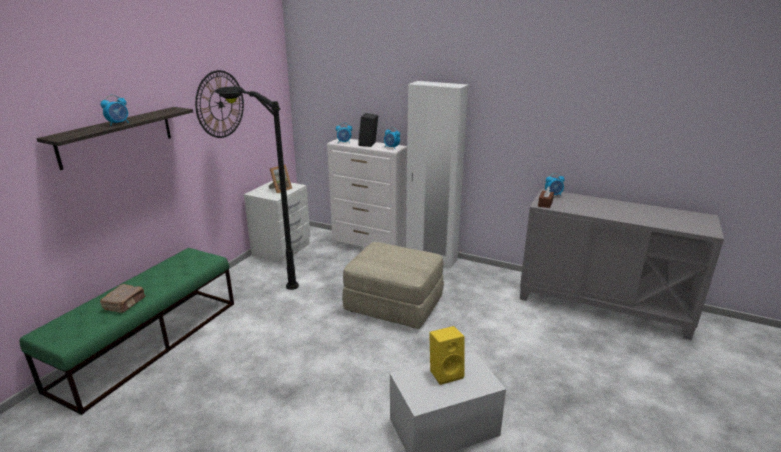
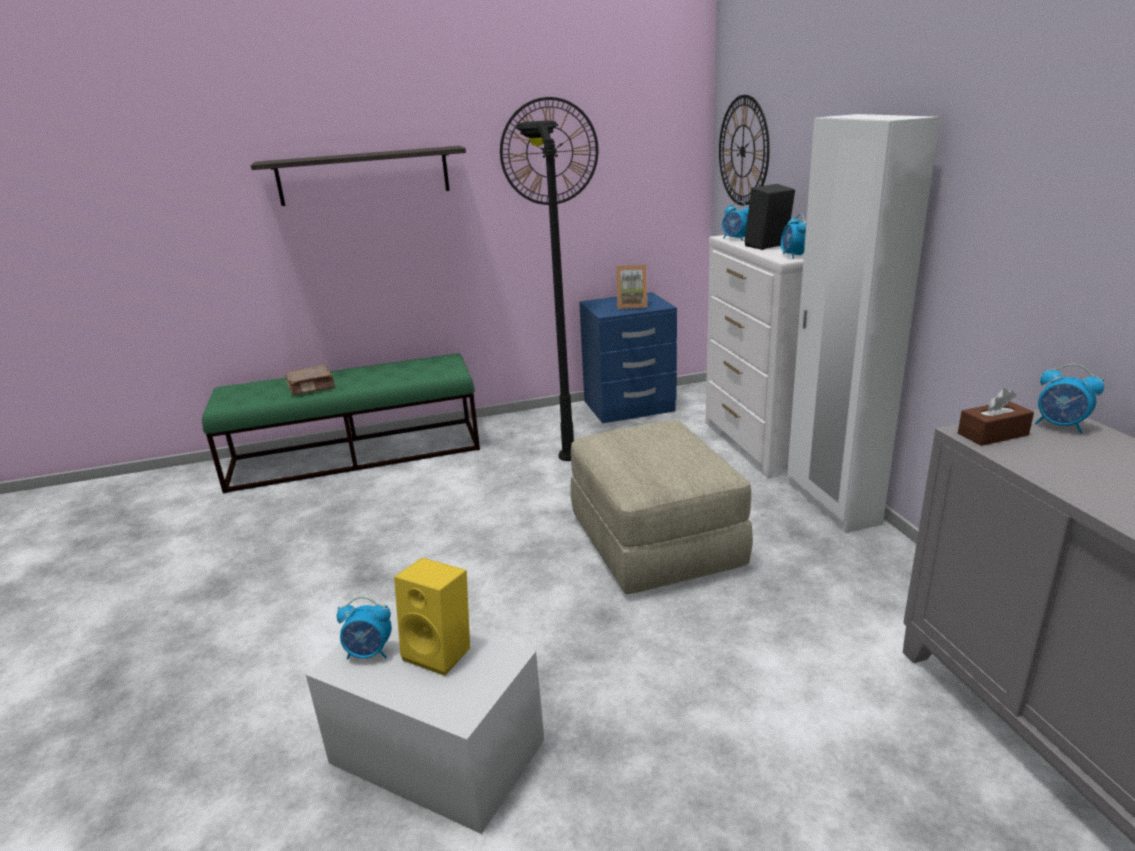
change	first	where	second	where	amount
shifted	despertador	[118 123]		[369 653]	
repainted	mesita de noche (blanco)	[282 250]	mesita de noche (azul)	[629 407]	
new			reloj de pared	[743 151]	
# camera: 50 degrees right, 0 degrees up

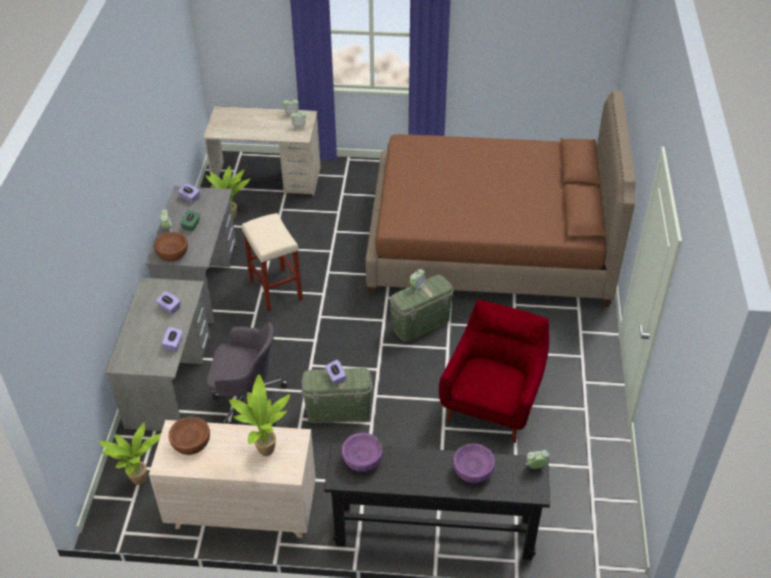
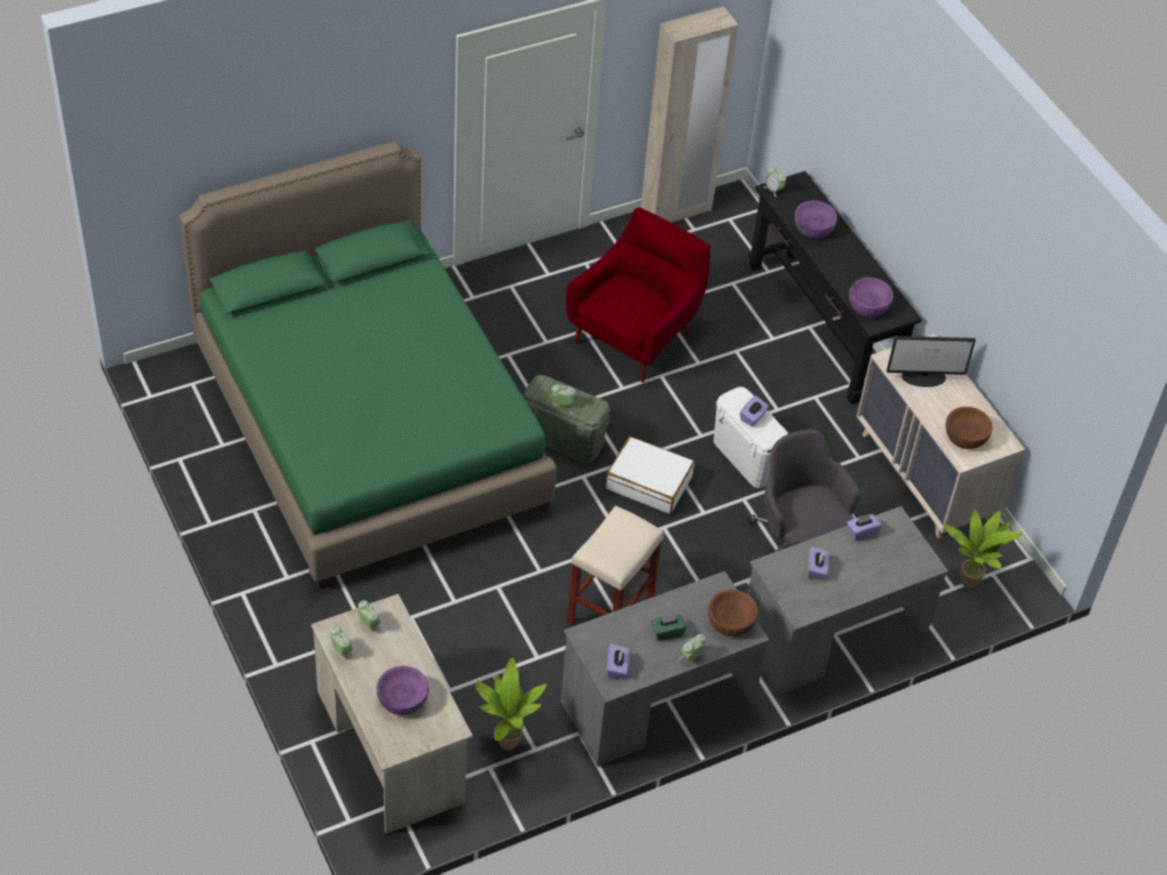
change	first	where	second	where	amount
repainted	cama (marrón)	[489 243]	cama (verde)	[369 427]	
rotated	sillón (rojo)	[492 403]		[635 336]	135 degrees clockwise
repainted	caja de almacenaje (verde)	[338 411]	caja de almacenaje (blanco)	[746 457]	
swapped	planta en maceta	[263 450]	monitor	[924 377]	
new			armario ropero (beis)	[676 211]	
new			maleta (blanco)	[649 483]	
new			cuenco (morado)	[402 699]	
# camera: 125 degrees left, 5 degrees up

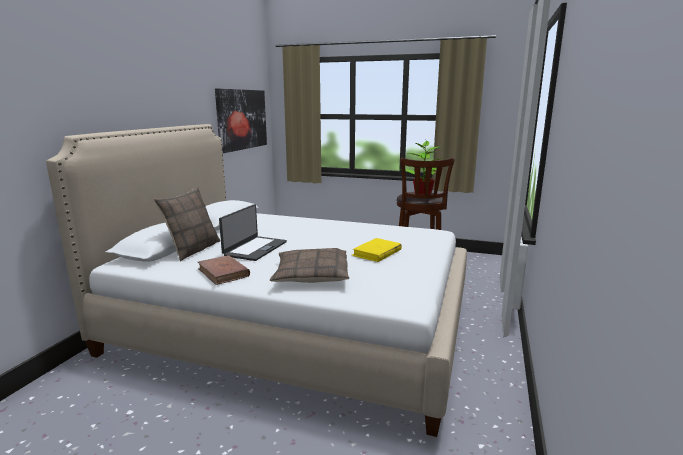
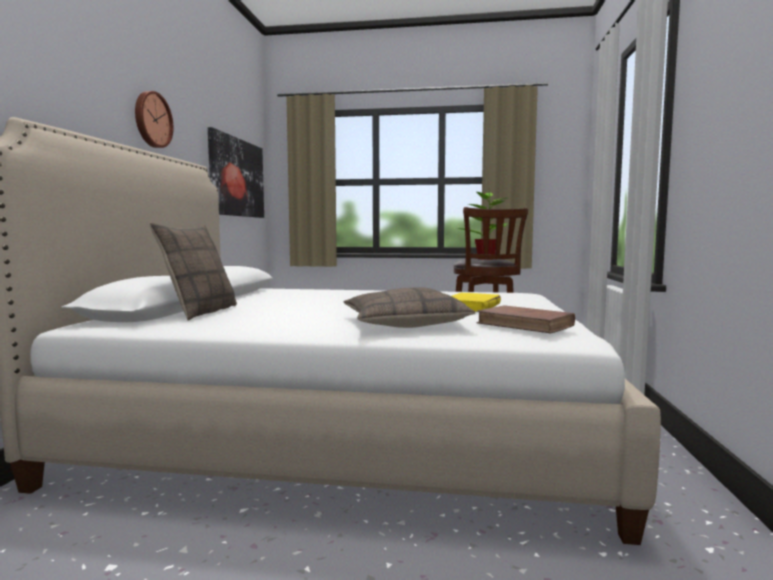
change	first	where	second	where	amount
gone	portátil	[255 248]			
shifted	libro (marrón)	[223 272]		[525 324]	
new			reloj de pared	[152 120]	
# camera: 10 degrees left, 10 degrees down

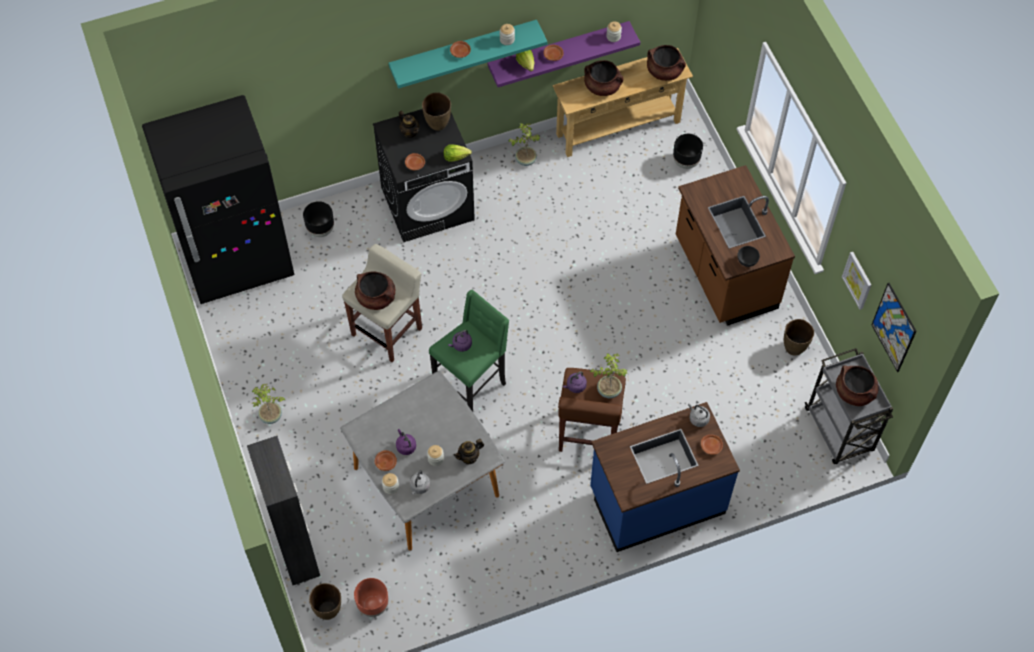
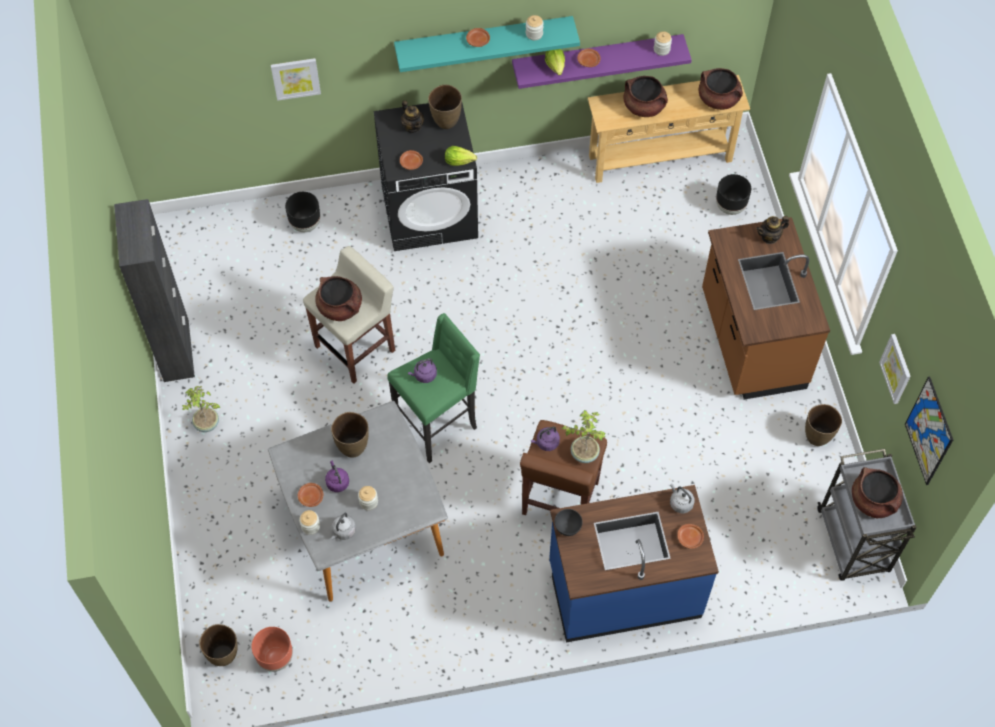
change	first	where	second	where	amount
gone	nevera (negro)	[238 260]			
gone	planta en maceta	[525 160]			
shifted	cuenco (gris)	[747 261]		[567 527]	
shifted	armario (negro)	[297 552]		[176 350]	
shifted	tetera	[469 457]		[770 237]	
new			cuadro	[295 78]	
new			florero (marrón)	[352 447]	
# camera: 10 degrees right, 0 degrees up

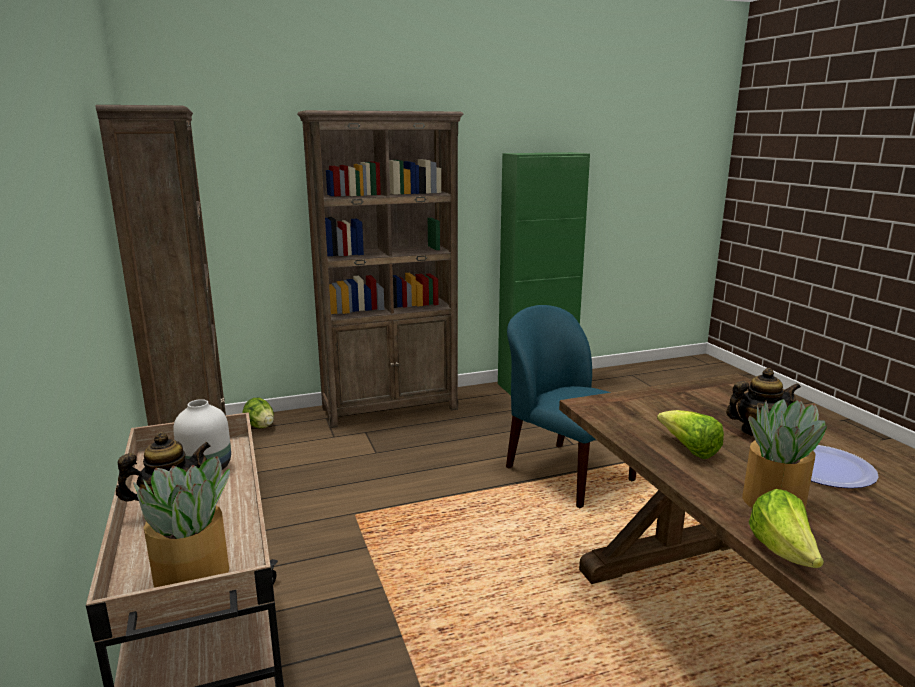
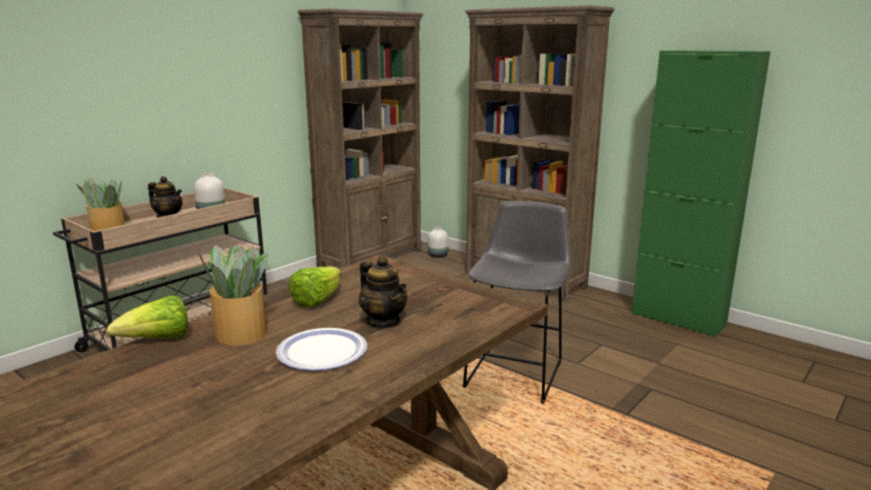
change	first	where	second	where	amount
swapped	silla (azul)	[566 473]	taburete (gris)	[516 371]	
swapped	lechuga	[260 426]	florero (blanco)	[438 255]	
# camera: 60 degrees right, 0 degrees up

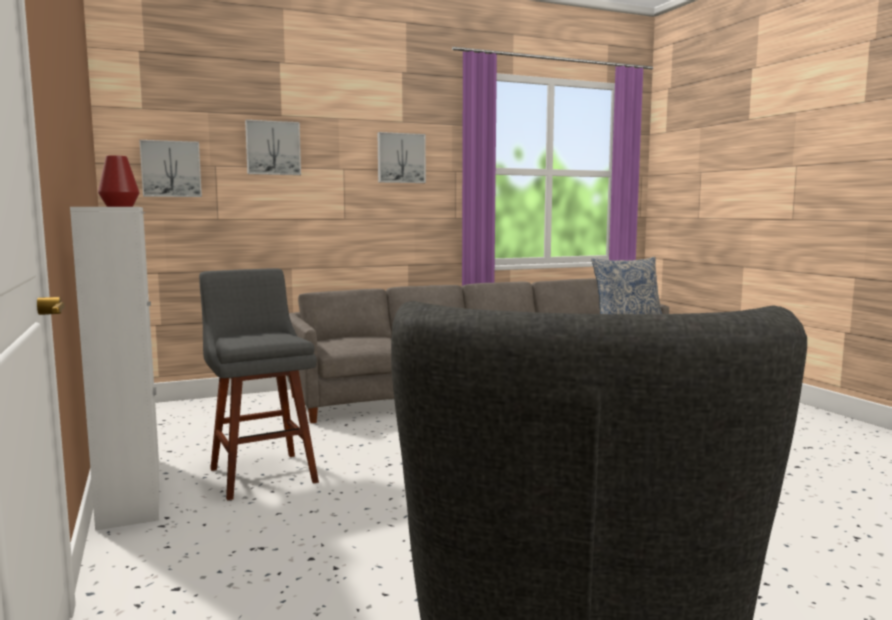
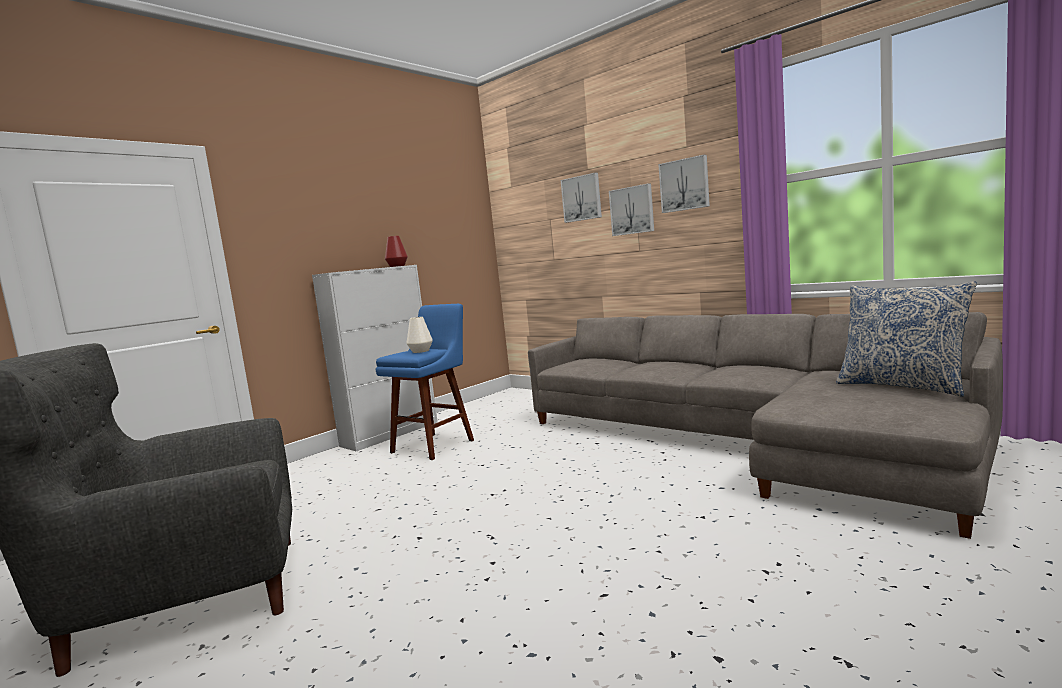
change	first	where	second	where	amount
shifted	cuadro	[171 169]		[632 210]	
repainted	taburete (gris)	[261 473]	taburete (azul)	[436 445]	
new			florero (blanco)	[420 351]	
# camera: 65 degrees right, 0 degrees up

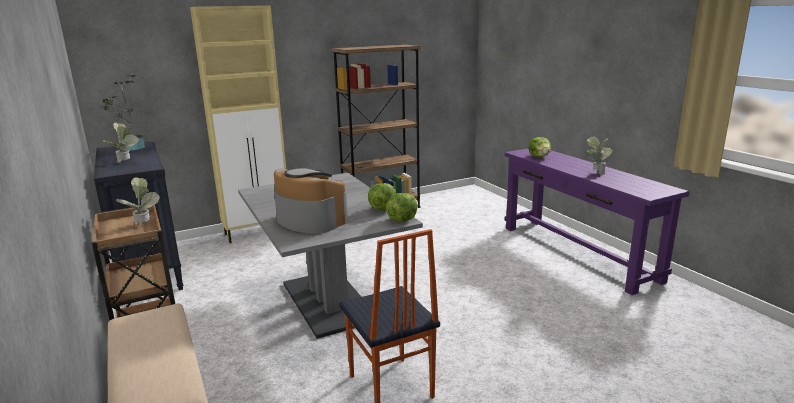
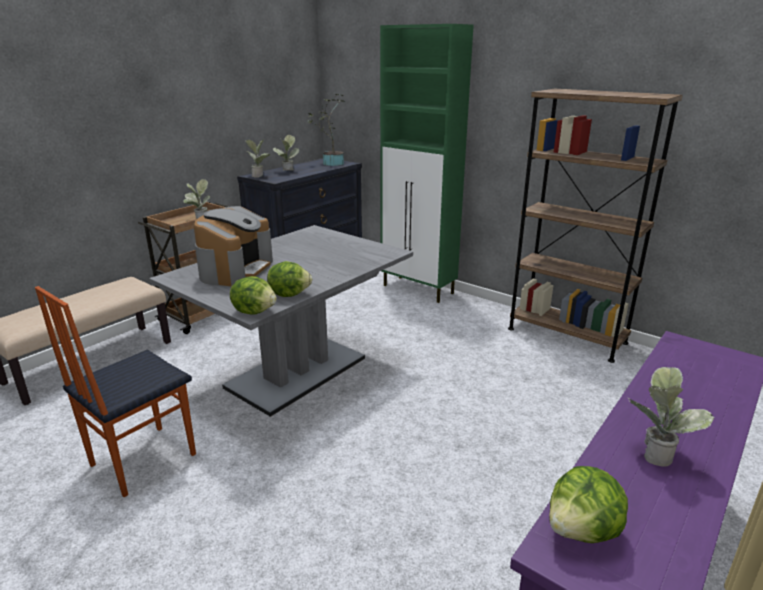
change	first	where	second	where	amount
repainted	armario (beis)	[258 232]	armario (verde)	[419 289]	
shifted	lechuga	[539 157]		[582 530]	
new			planta en maceta	[259 175]	
# camera: 65 degrees right, 5 degrees up

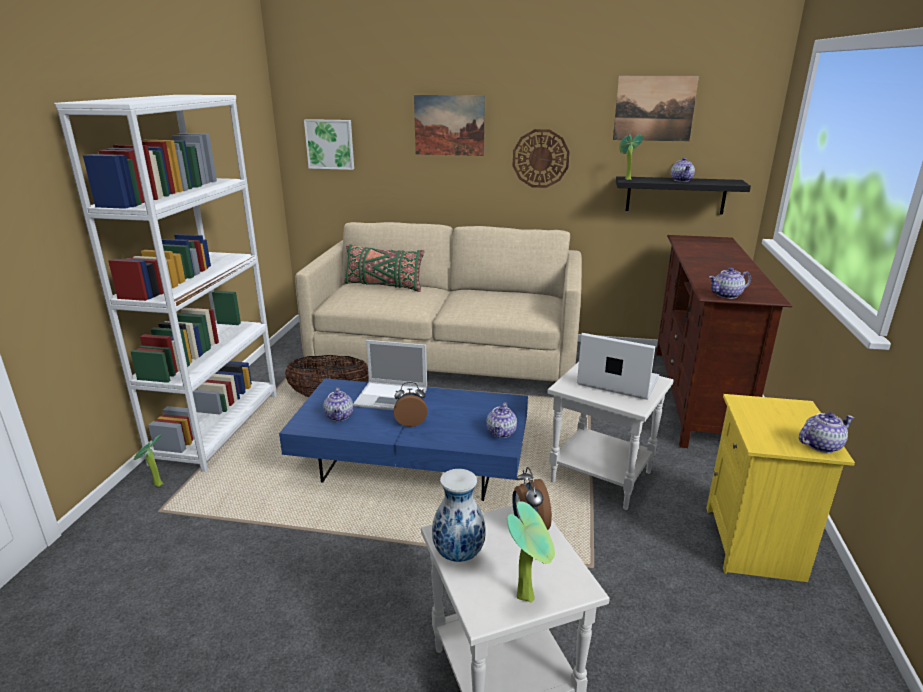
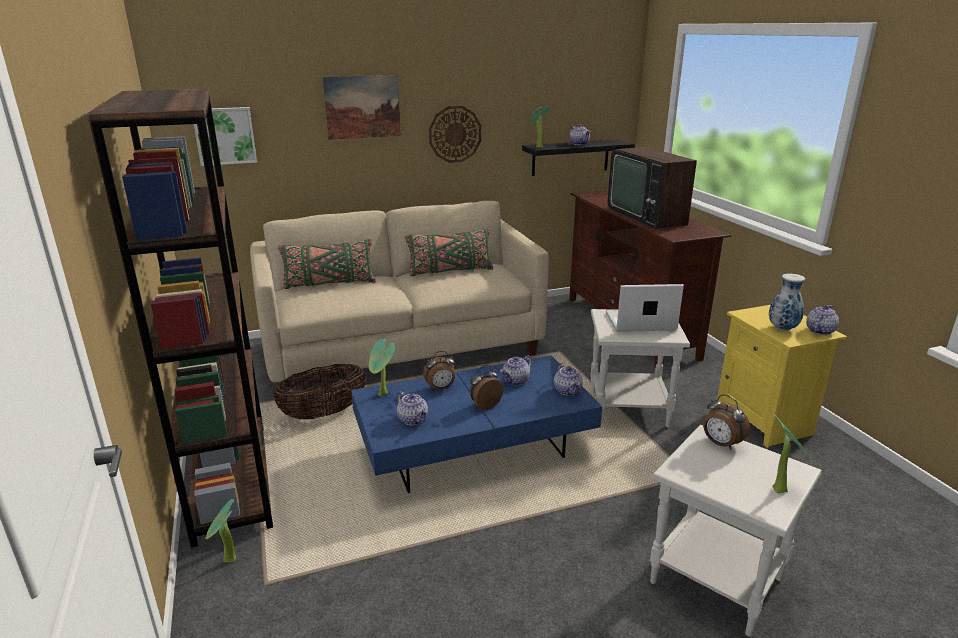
change	first	where	second	where	amount
gone	cuadro	[654 108]			
repainted	estantería (blanco)	[218 427]	estantería (marrón)	[231 480]	
shifted	tetera	[726 295]		[516 381]	
swapped	portátil	[392 397]	despertador	[440 388]	
shifted	florero	[459 554]		[782 328]	
new			televisor	[649 215]	
new			cojín (verde)	[450 271]	
new			planta en maceta	[382 395]	
# camera: 30 degrees left, 0 degrees up

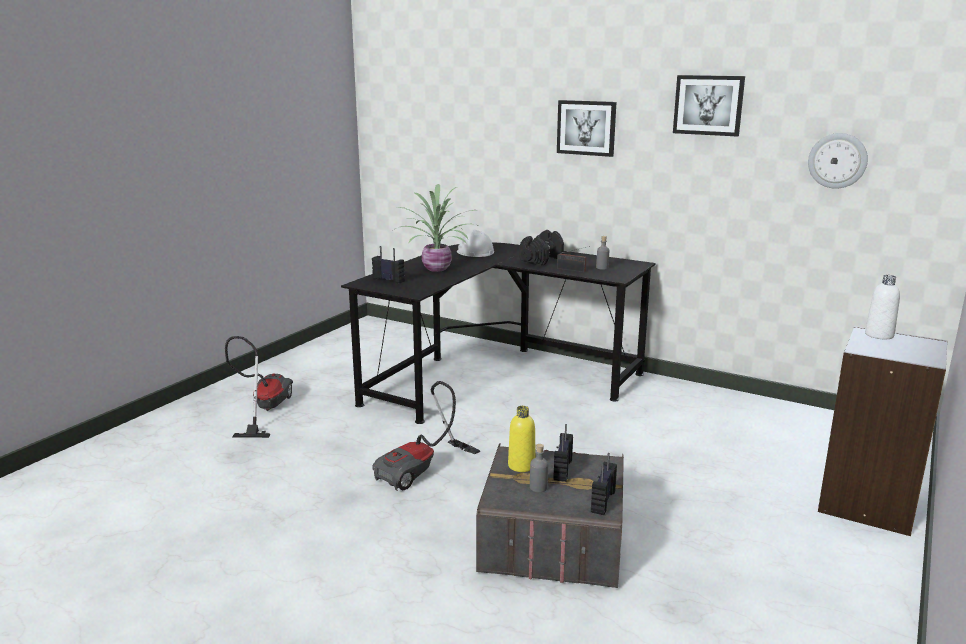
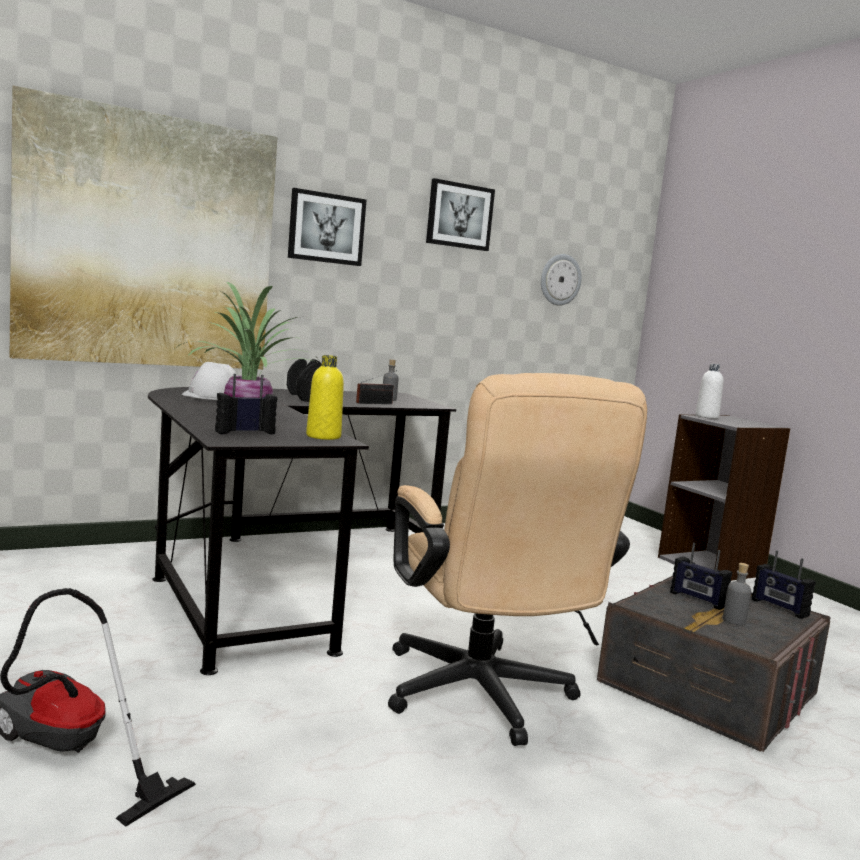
change	first	where	second	where	amount
swapped	aspiradora	[422 471]	silla de oficina (beis)	[483 700]	
shifted	botella (amarillo)	[521 465]		[323 436]	
new			cuadro	[148 242]	
# camera: 60 degrees left, 10 degrees down

